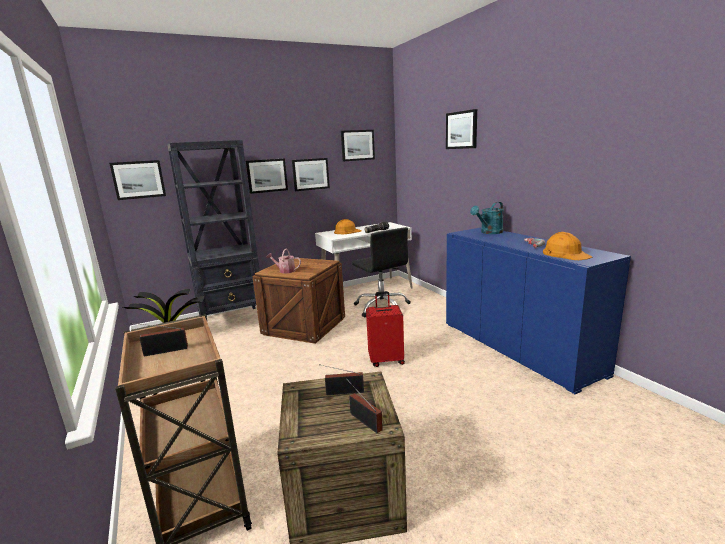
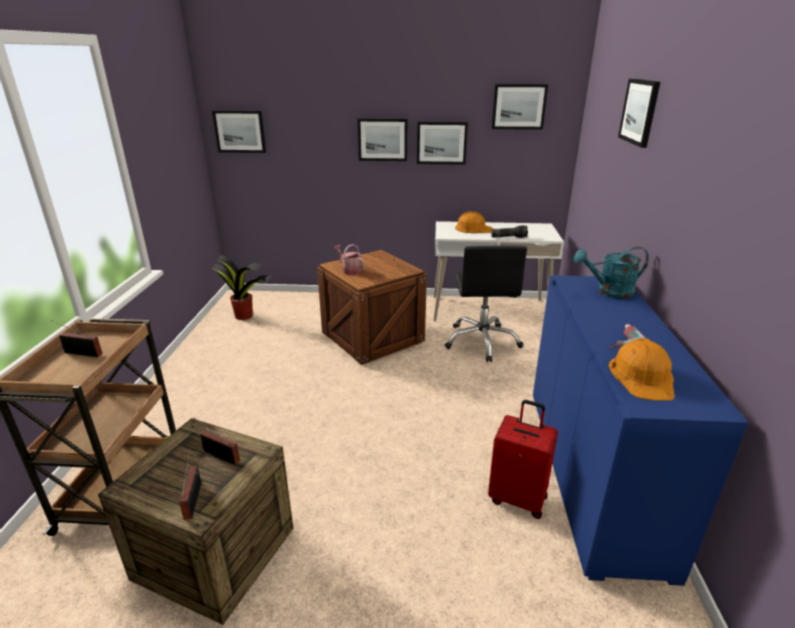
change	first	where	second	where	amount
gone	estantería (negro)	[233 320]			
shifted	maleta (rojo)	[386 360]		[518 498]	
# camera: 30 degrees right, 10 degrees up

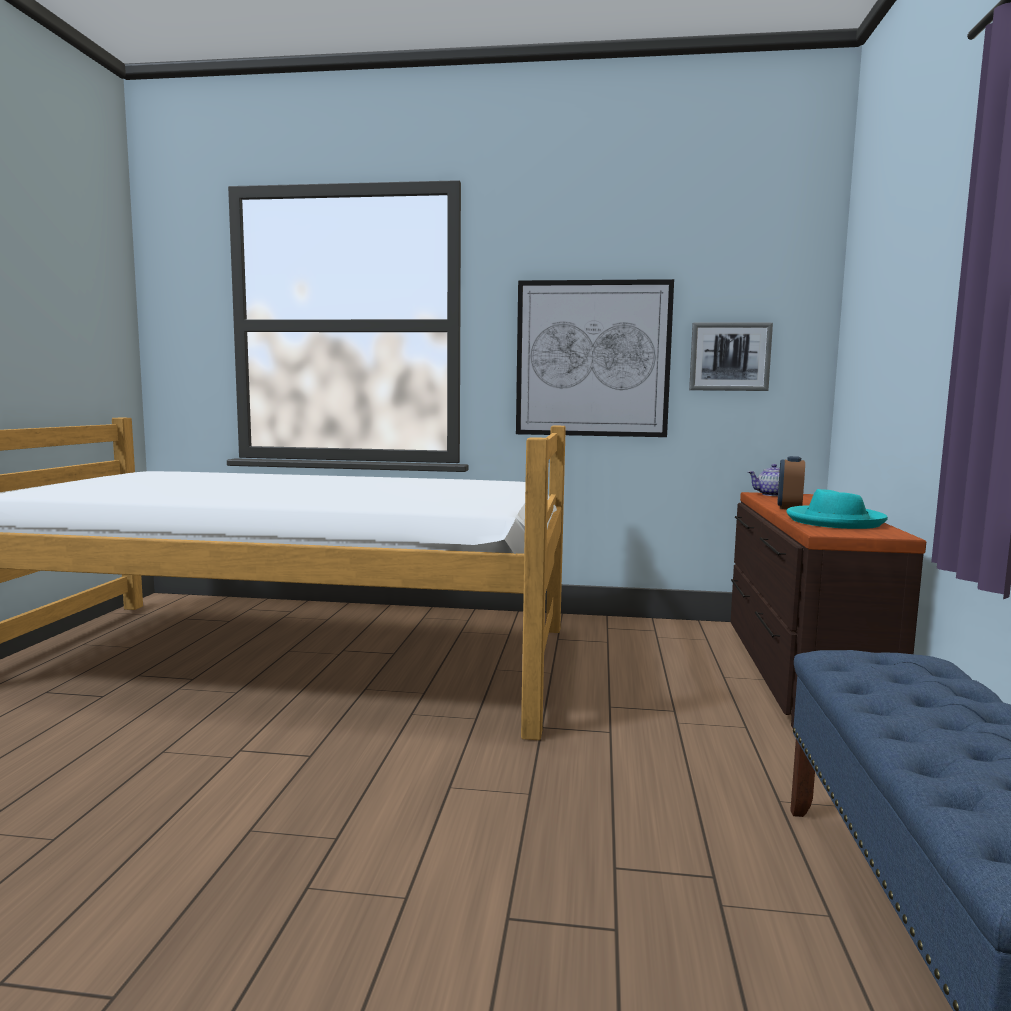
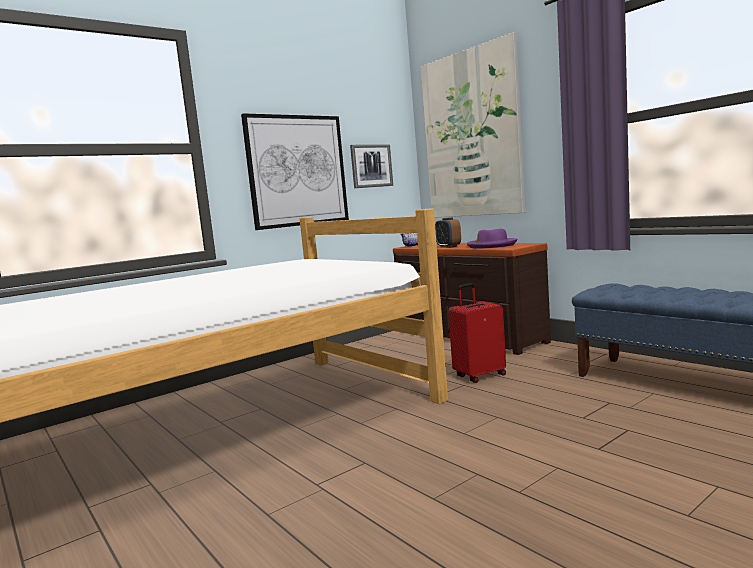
change	first	where	second	where	amount
repainted	sombrero (turquesa)	[835 521]	sombrero (morado)	[491 245]	
new			cuadro	[471 134]	
new			maleta (rojo)	[479 376]	
# camera: 45 degrees left, 0 degrees up

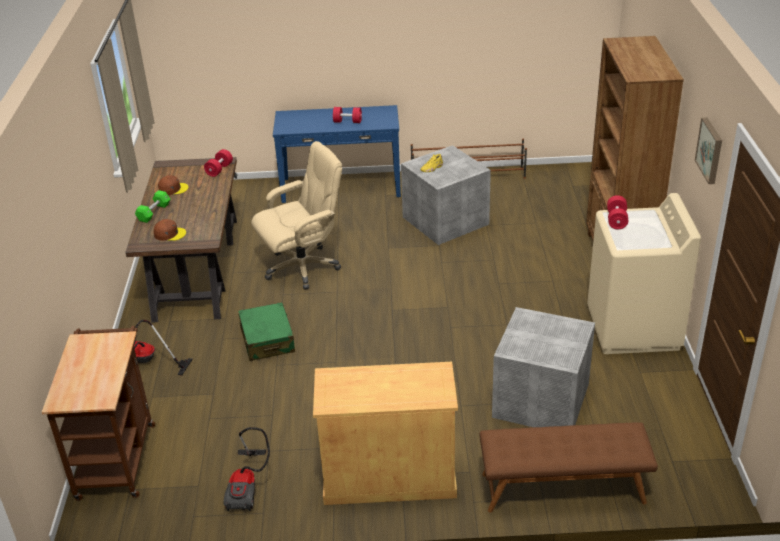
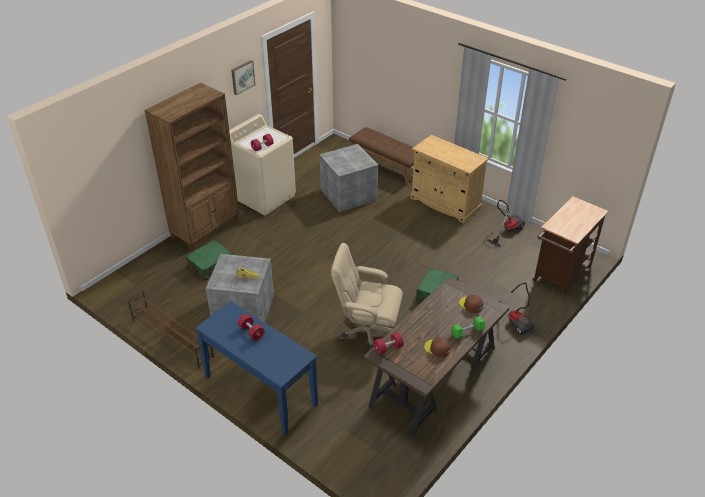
change	first	where	second	where	amount
new			maleta (verde)	[211 265]	
# camera: 140 degrees left, 5 degrees up

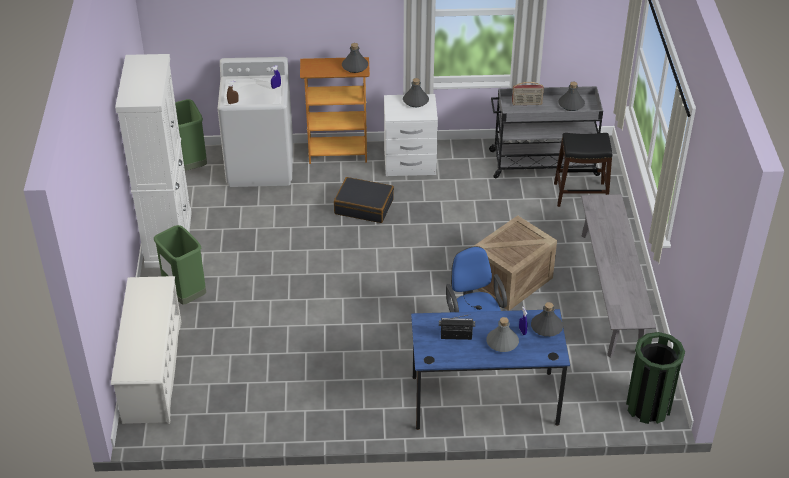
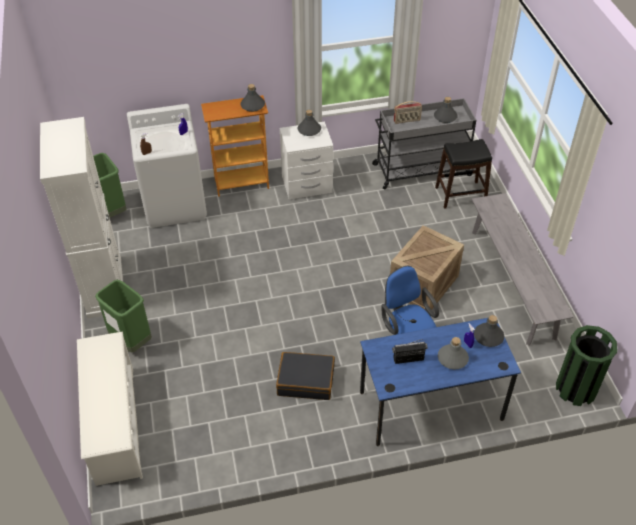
change	first	where	second	where	amount
shifted	maleta (negro)	[364 206]		[306 381]	
# camera: 10 degrees left, 5 degrees up

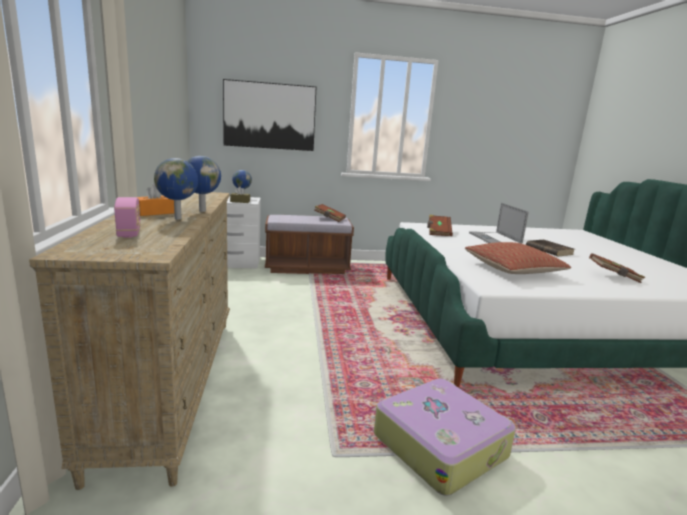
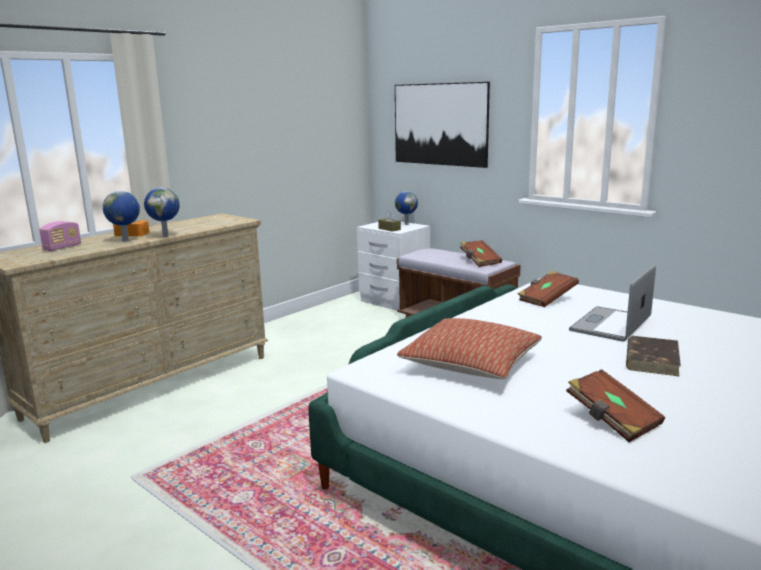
change	first	where	second	where	amount
gone	maleta	[440 444]			
# camera: 50 degrees right, 0 degrees up

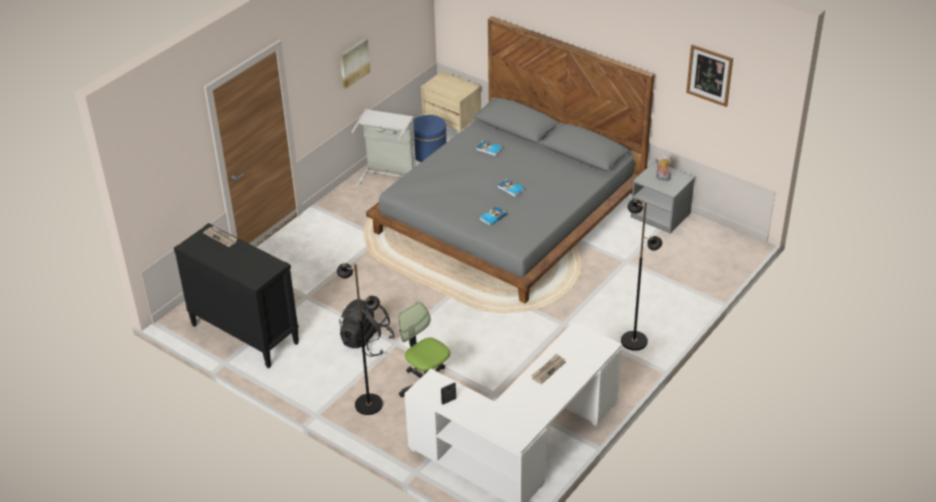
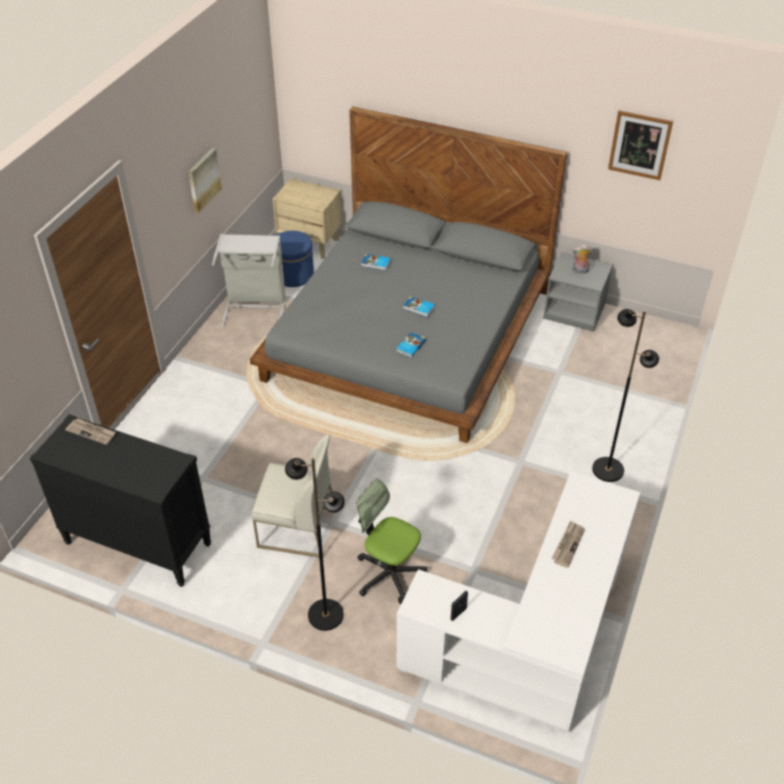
change	first	where	second	where	amount
swapped	mochila (negro)	[367 343]	silla (blanco)	[296 528]	
# camera: 15 degrees left, 5 degrees up

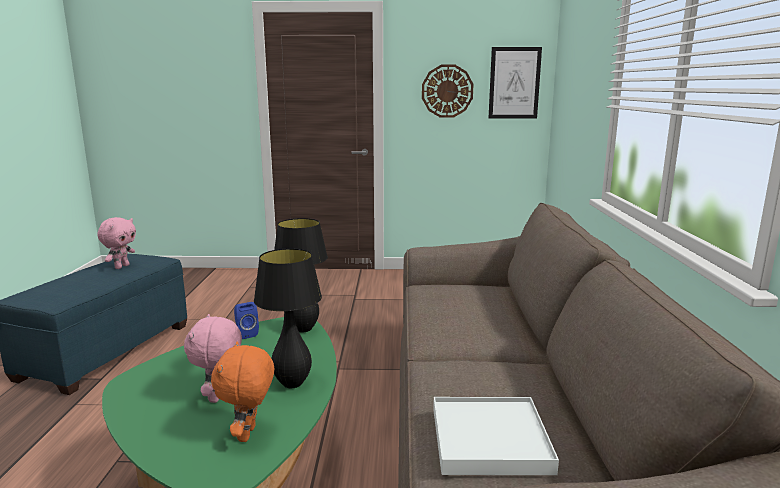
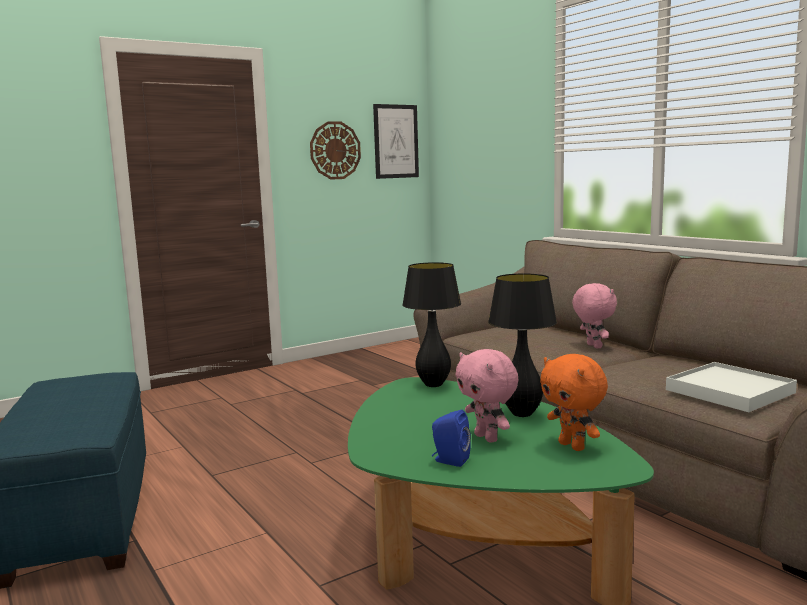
change	first	where	second	where	amount
shifted	peluche (rosa)	[121 266]		[593 346]	
shifted	altavoz (azul)	[246 334]		[449 460]	
# camera: 35 degrees left, 5 degrees down

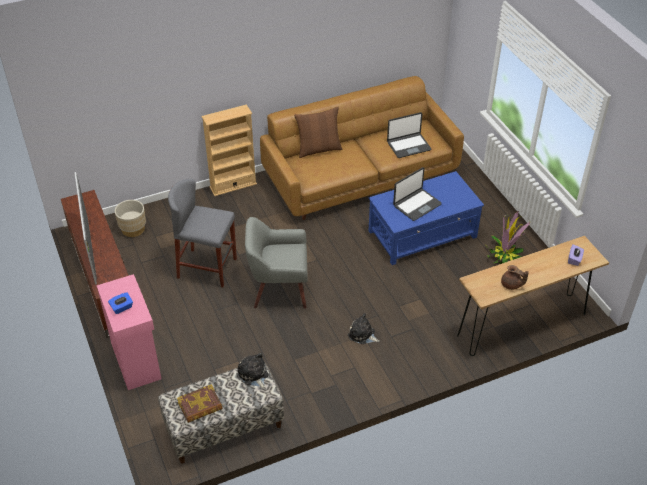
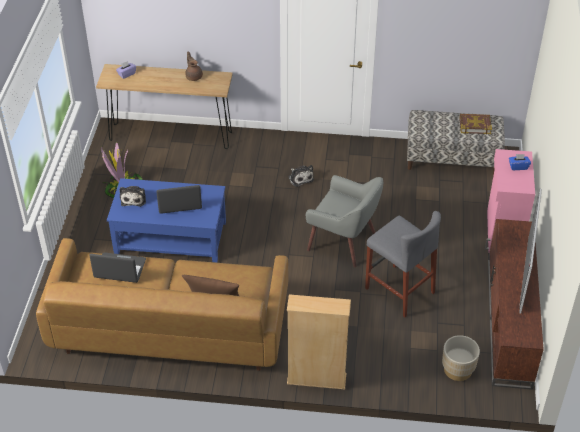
change	first	where	second	where	amount
shifted	peluche	[253 375]		[134 198]	
# camera: 150 degrees left, 0 degrees up

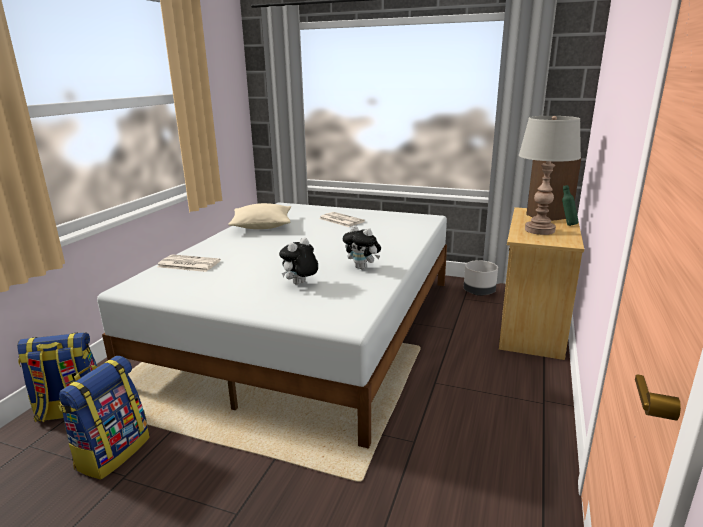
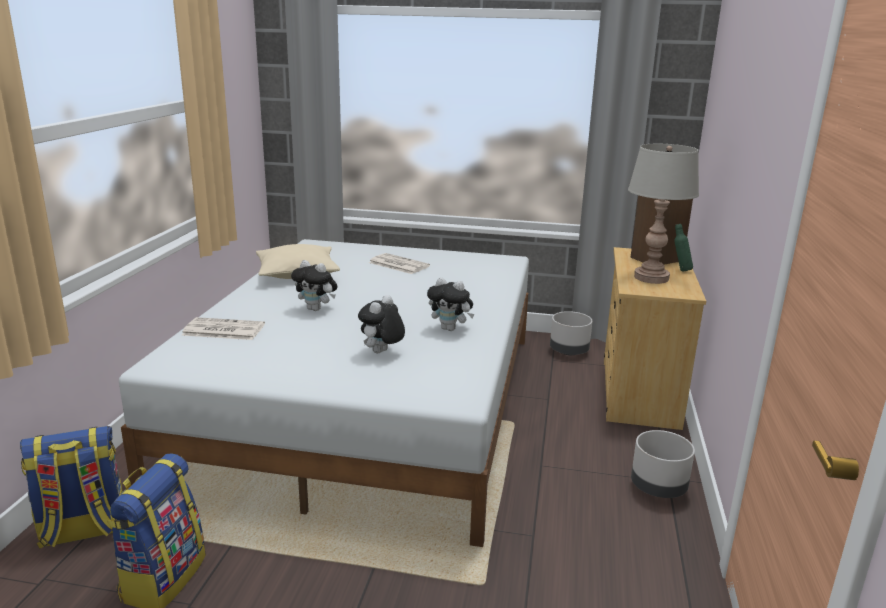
change	first	where	second	where	amount
new			peluche	[316 309]	
new			maceta (gris)	[658 488]	
# camera: 10 degrees left, 0 degrees up

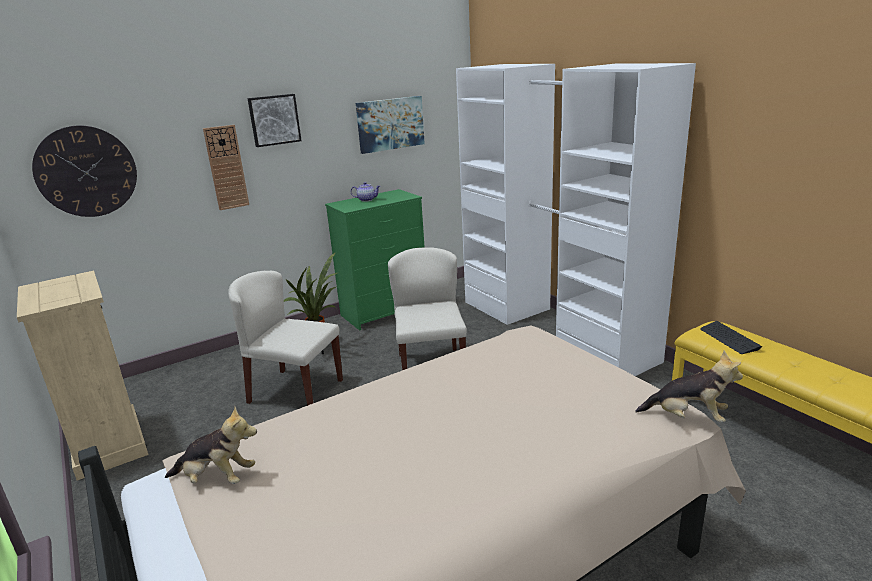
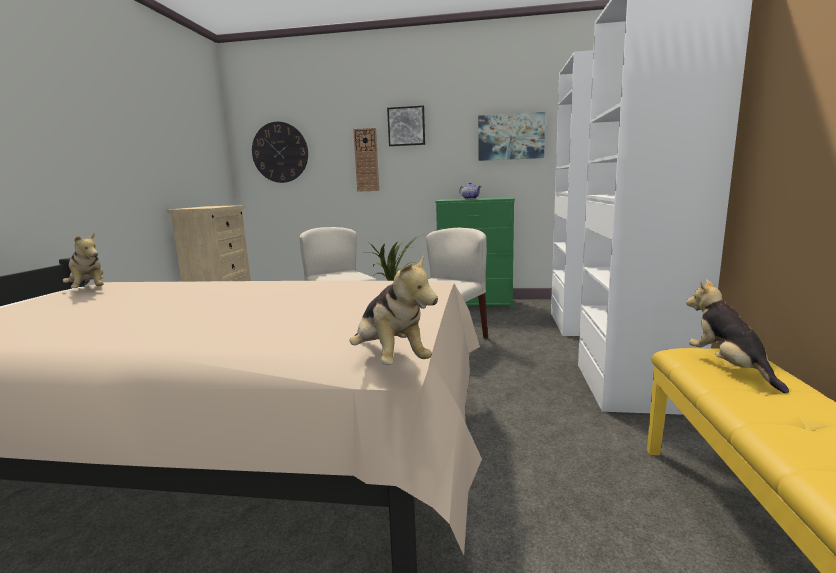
change	first	where	second	where	amount
swapped	teclado	[729 339]	peluche	[729 367]	
# camera: 40 degrees right, 10 degrees down

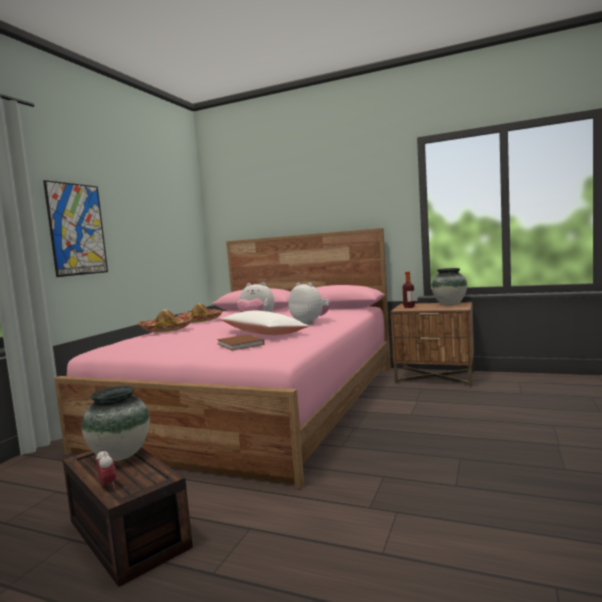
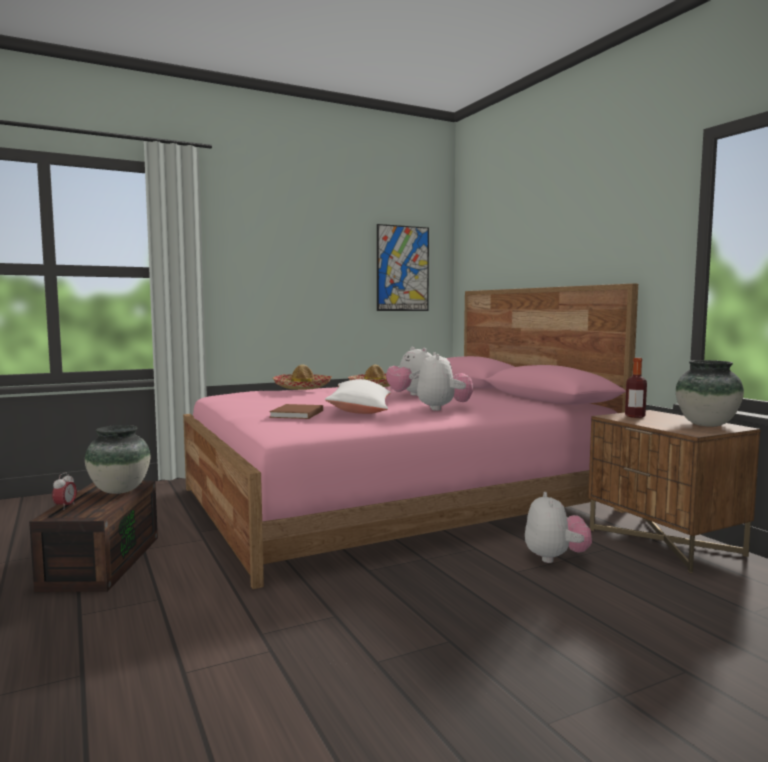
change	first	where	second	where	amount
shifted	cuadro	[77 229]		[402 268]	
new			peluche	[555 558]	
# camera: 40 degrees right, 0 degrees up

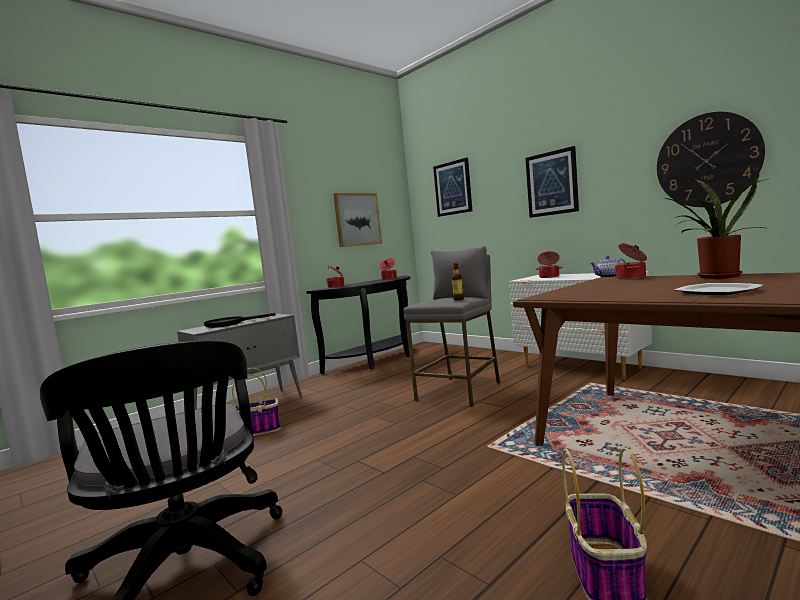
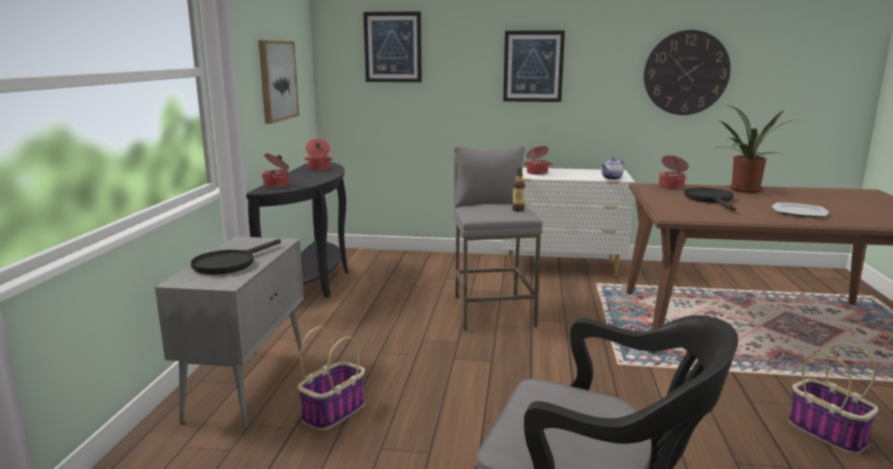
change	first	where	second	where	amount
new			sartén (negro)	[711 200]	
# camera: 40 degrees left, 10 degrees up

